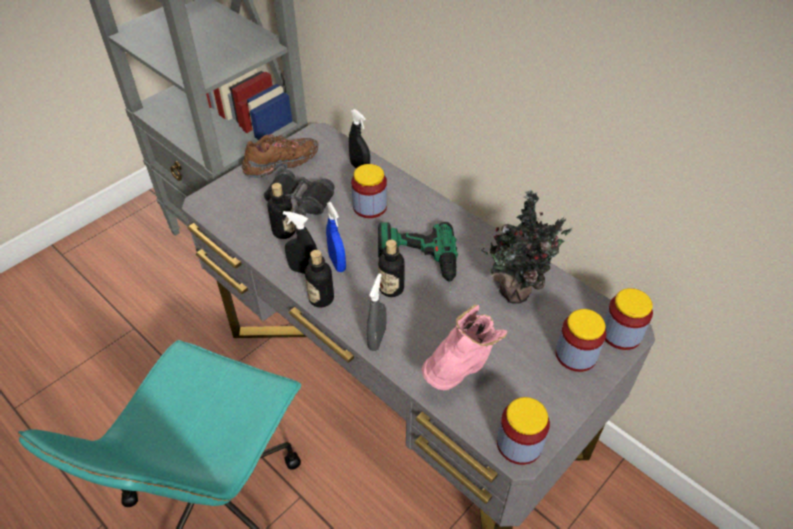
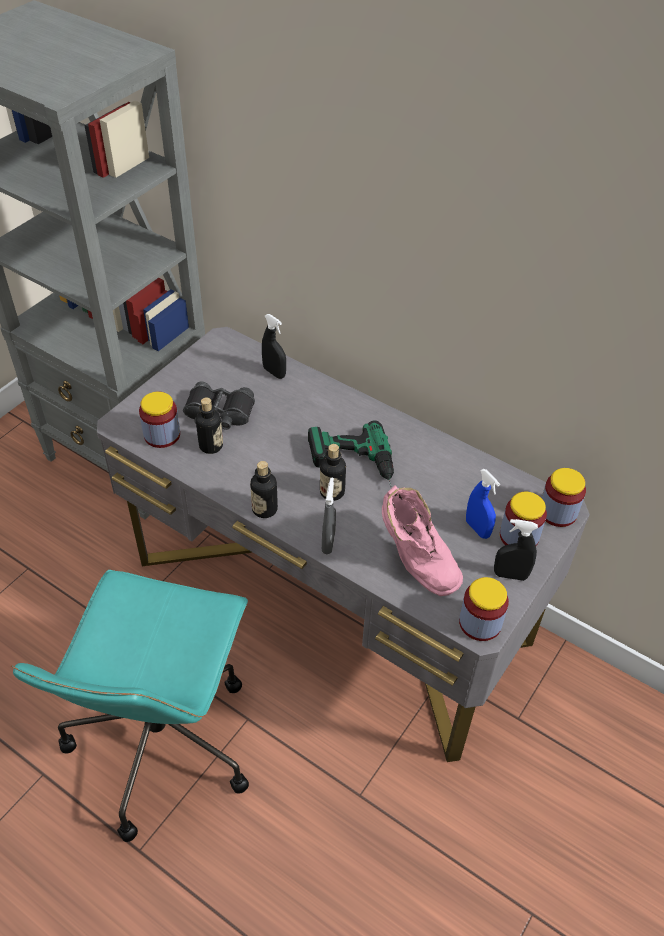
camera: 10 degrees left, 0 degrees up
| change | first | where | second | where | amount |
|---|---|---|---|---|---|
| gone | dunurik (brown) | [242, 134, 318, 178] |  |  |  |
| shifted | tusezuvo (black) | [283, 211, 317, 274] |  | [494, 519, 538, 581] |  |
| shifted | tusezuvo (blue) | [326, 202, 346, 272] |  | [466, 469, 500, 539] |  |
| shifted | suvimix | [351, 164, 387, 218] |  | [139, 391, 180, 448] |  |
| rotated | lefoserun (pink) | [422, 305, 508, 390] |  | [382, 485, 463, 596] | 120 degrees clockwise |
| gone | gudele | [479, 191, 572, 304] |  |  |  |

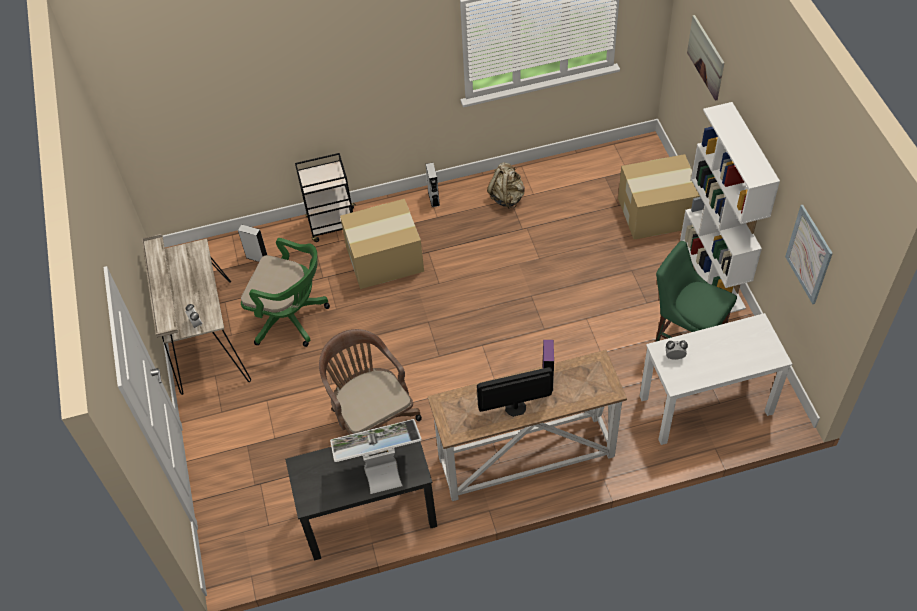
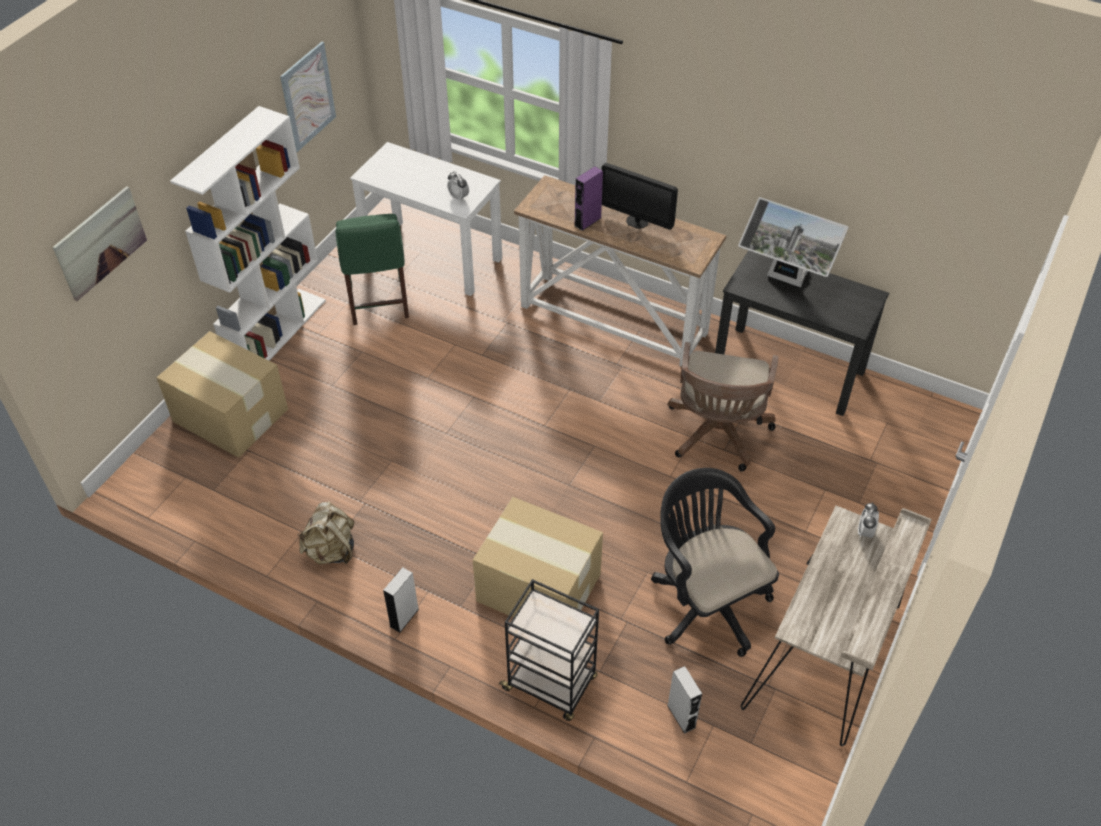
camera: 140 degrees left, 5 degrees down
| change | first | where | second | where | amount |
|---|---|---|---|---|---|
| repainted | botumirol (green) | [241, 238, 330, 347] | botumirol (black) | [651, 468, 779, 657] |  |

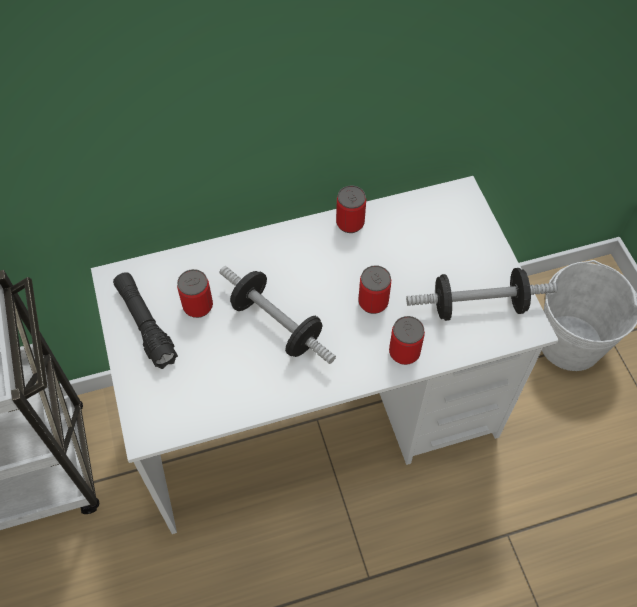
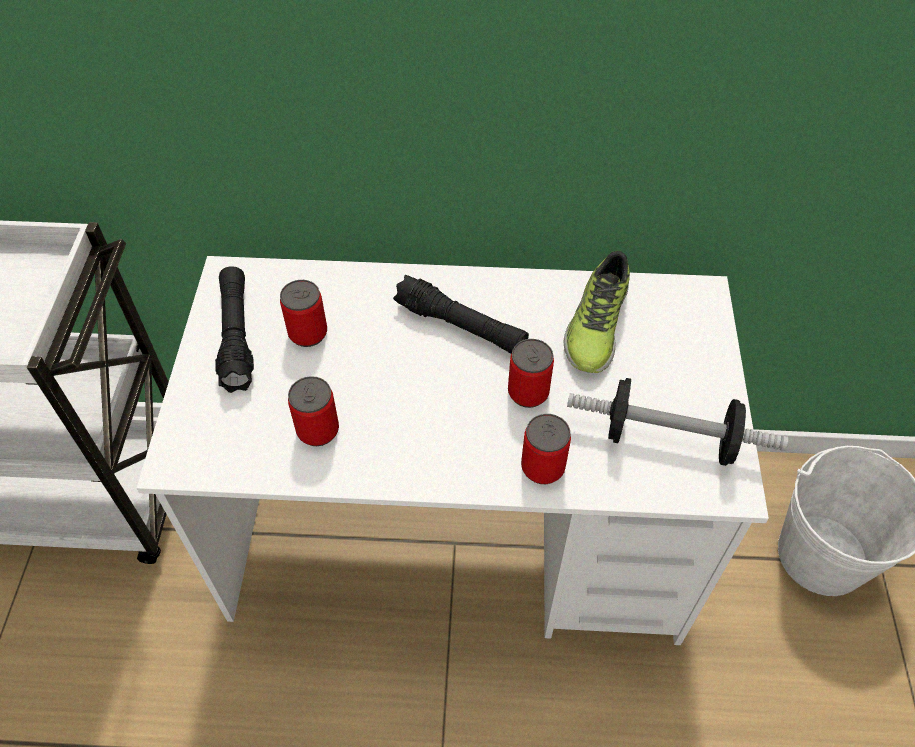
camera: 20 degrees right, 5 degrees down
| change | first | where | second | where | amount |
|---|---|---|---|---|---|
| gone | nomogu | [219, 266, 336, 364] |  |  |  |
| shifted | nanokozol | [336, 186, 366, 233] |  | [288, 376, 339, 446] |  |
| new |  |  | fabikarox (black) | [393, 275, 529, 353] |  |
| new |  |  | dunurik | [563, 251, 630, 373] |  |

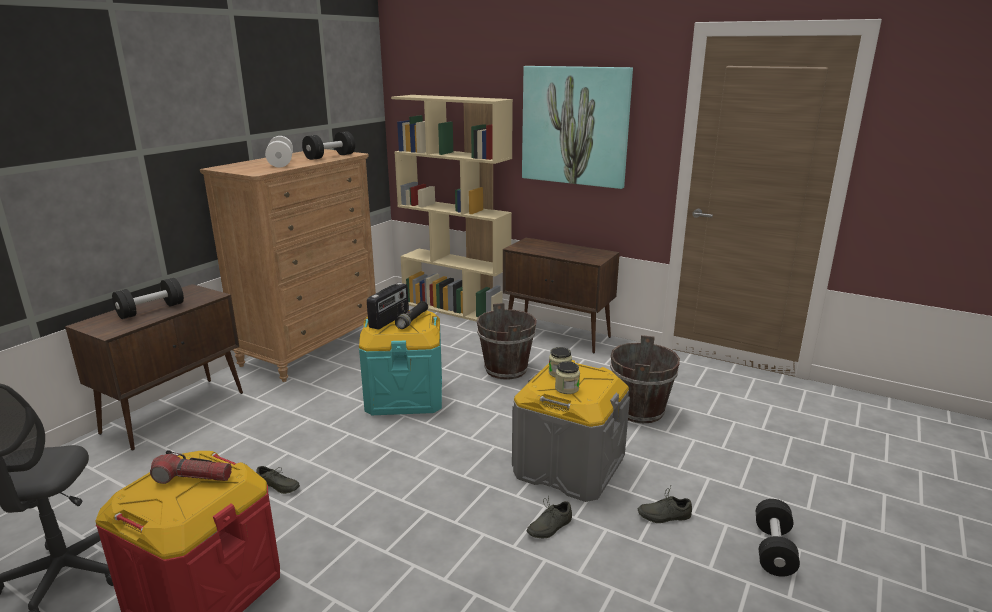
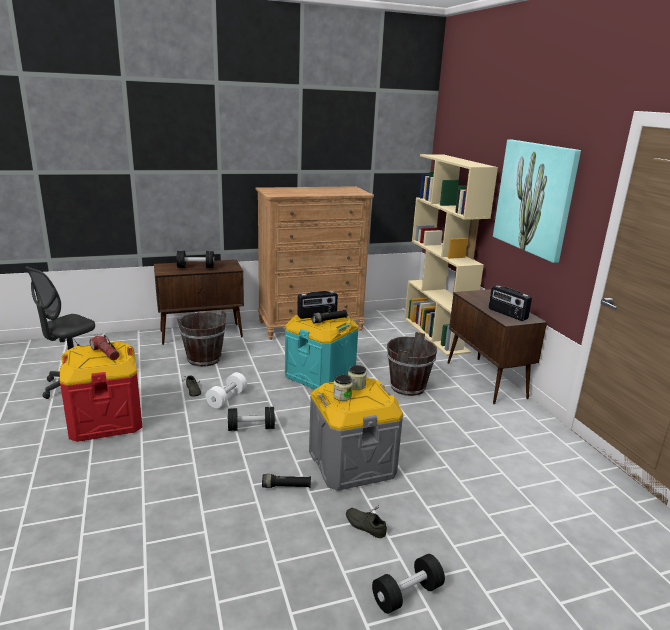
camera: 40 degrees right, 0 degrees up
| change | first | where | second | where | amount |
|---|---|---|---|---|---|
| shifted | nomogu (white) | [265, 136, 293, 167] |  | [206, 372, 247, 408] |  |
| shifted | nomogu (black) | [302, 131, 355, 160] |  | [227, 407, 275, 431] |  |
| swapped | dunurik (grey) | [527, 496, 572, 538] | fabikarox (black) | [262, 474, 311, 488] |  |
| shifted | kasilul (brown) | [610, 335, 680, 423] |  | [177, 310, 226, 367] |  |
| new |  |  | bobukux | [489, 285, 532, 321] |  |

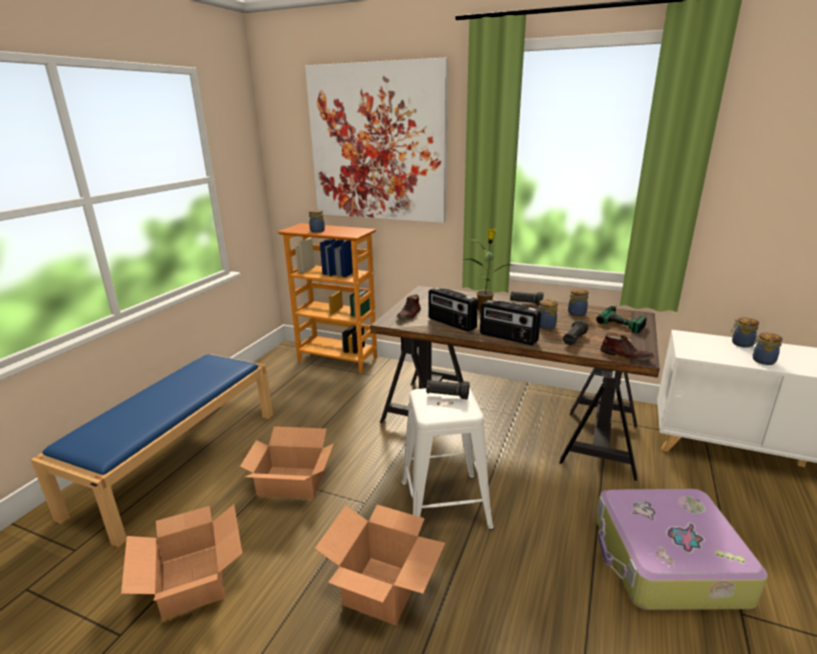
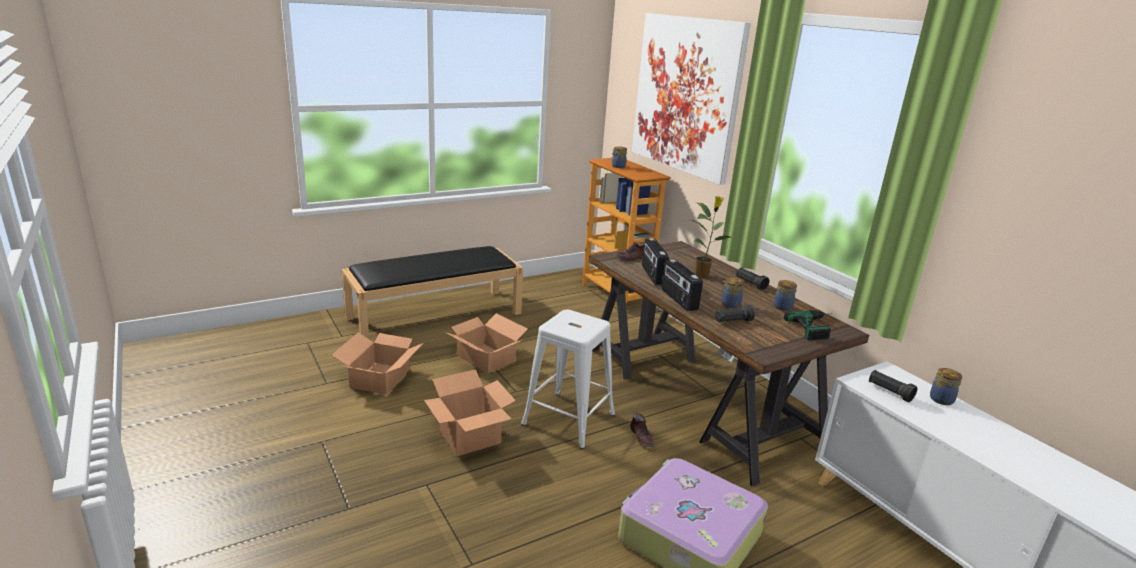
camera: 35 degrees right, 0 degrees up
| change | first | where | second | where | amount |
|---|---|---|---|---|---|
| repainted | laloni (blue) | [31, 354, 273, 547] | laloni (black) | [342, 246, 523, 339] |  |
| shifted | fabikarox (black) | [426, 380, 469, 399] |  | [869, 370, 917, 402] |  |
| shifted | dunurik (brown) | [600, 333, 654, 361] |  | [630, 413, 655, 447] |  |
| gone | suvimix | [751, 333, 783, 365] |  |  |  |

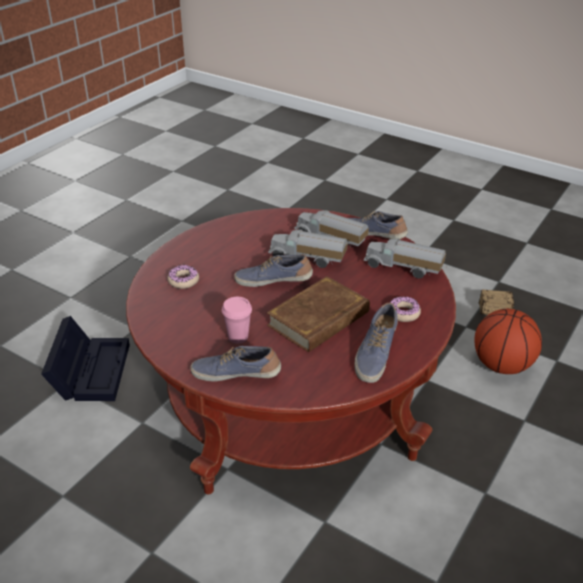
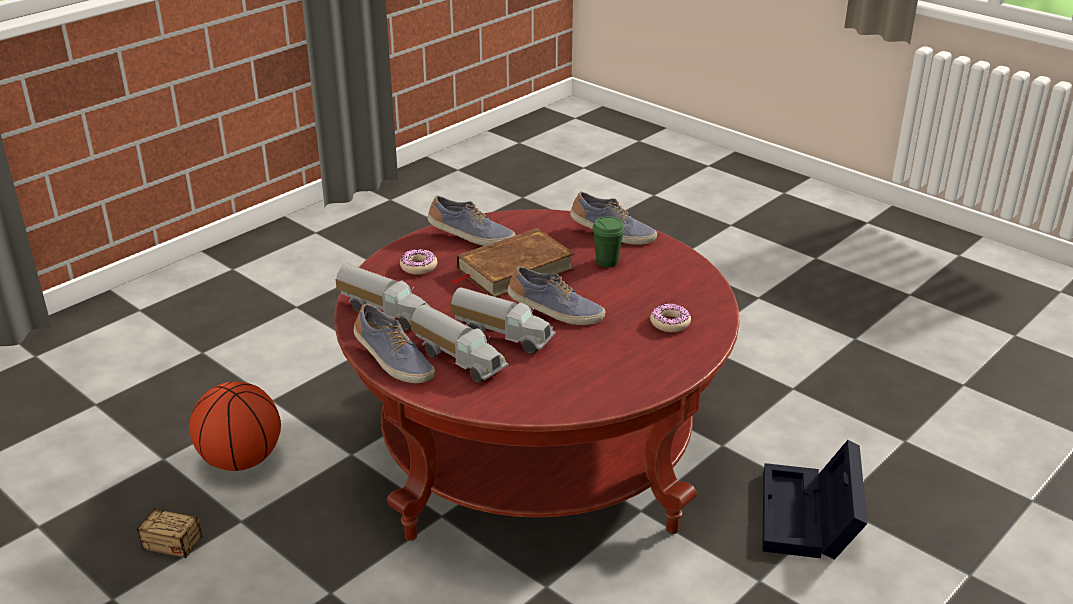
camera: 170 degrees left, 5 degrees down
| change | first | where | second | where | amount |
|---|---|---|---|---|---|
| repainted | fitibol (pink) | [222, 297, 252, 343] | fitibol (green) | [592, 216, 625, 267] |  |
| rotated | dunurik | [354, 303, 398, 383] |  | [428, 196, 515, 246] | 75 degrees clockwise |

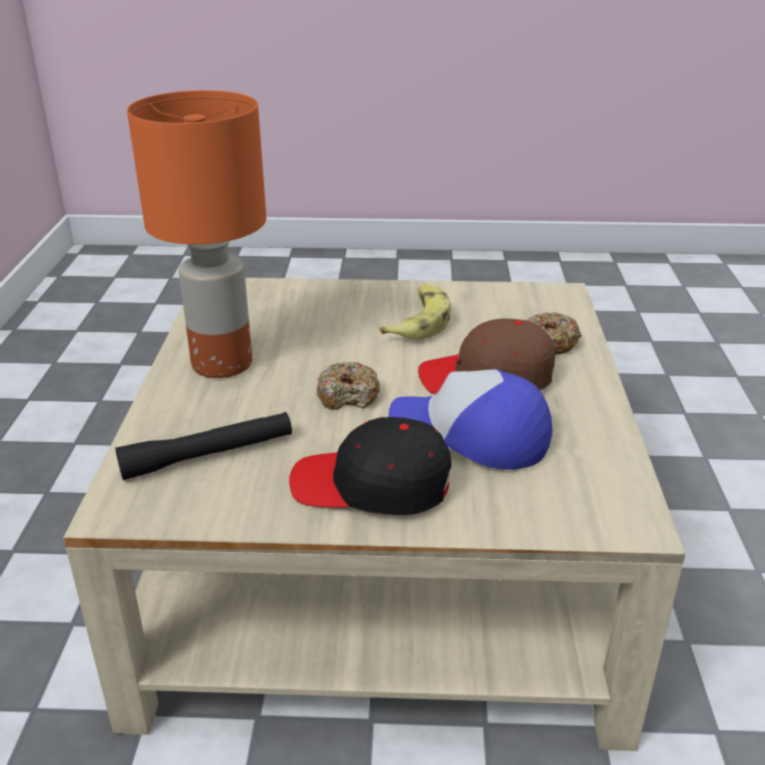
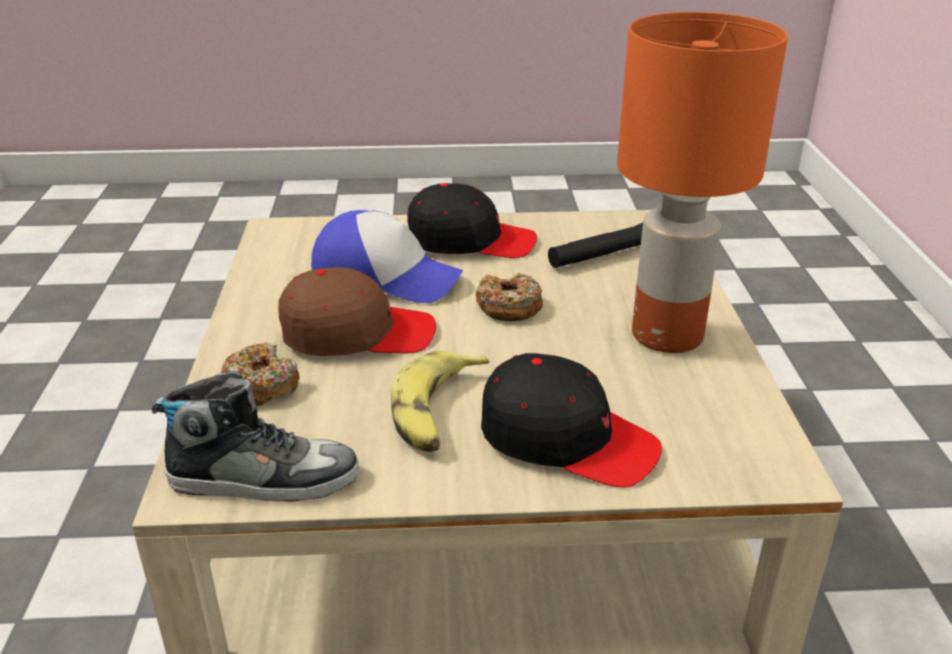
camera: 175 degrees right, 0 degrees up
| change | first | where | second | where | amount |
|---|---|---|---|---|---|
| new |  |  | dunurik | [152, 371, 359, 502] |  |
| new |  |  | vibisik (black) | [481, 353, 662, 487] |  |

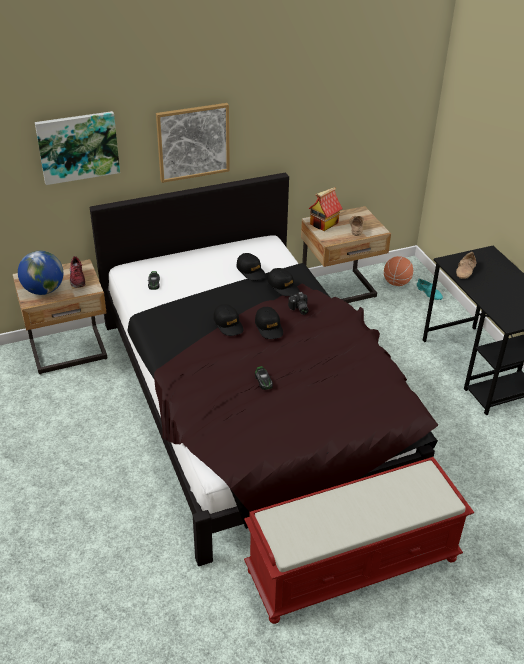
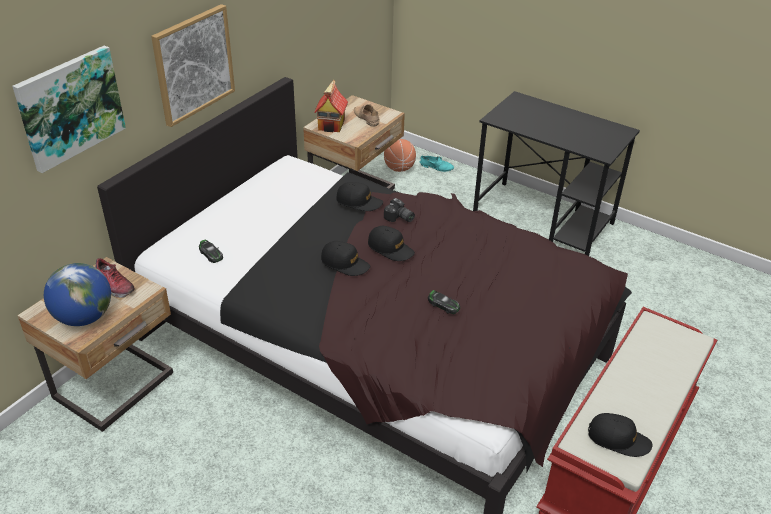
camera: 35 degrees left, 0 degrees up
| change | first | where | second | where | amount |
|---|---|---|---|---|---|
| shifted | vibisik (black) | [236, 253, 266, 280] |  | [588, 413, 652, 457] |  |
| gone | dunurik (beige) | [456, 252, 477, 279] |  |  |  |

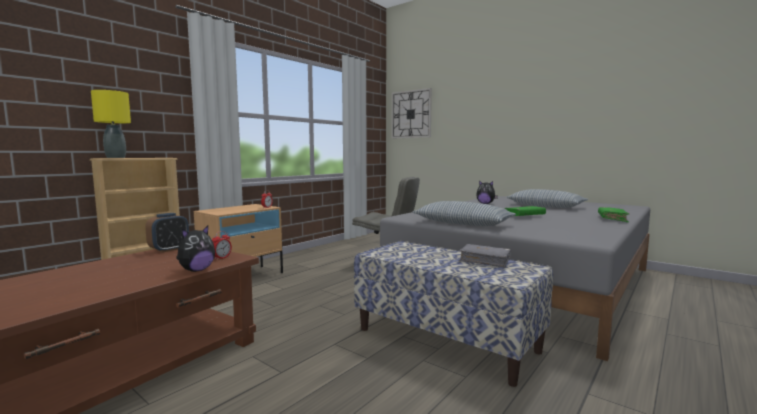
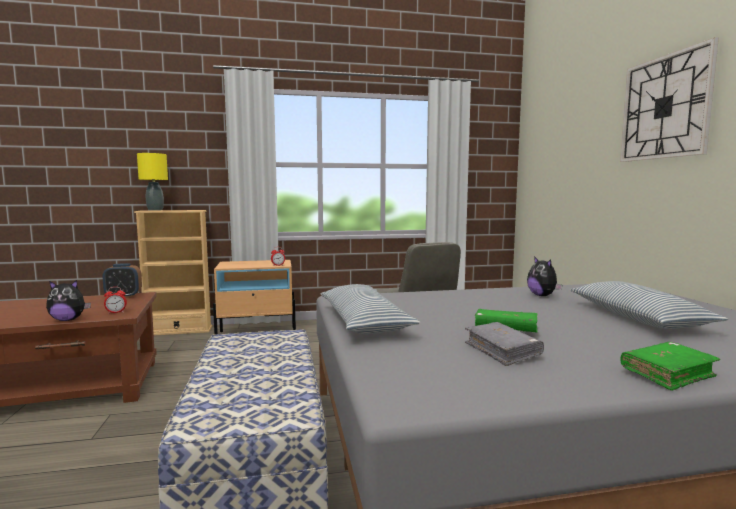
camera: 40 degrees right, 0 degrees up
| change | first | where | second | where | amount |
|---|---|---|---|---|---|
| shifted | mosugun | [392, 88, 432, 138] |  | [620, 37, 719, 162] |  |
| shifted | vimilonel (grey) | [459, 244, 511, 268] |  | [465, 322, 544, 366] |  |

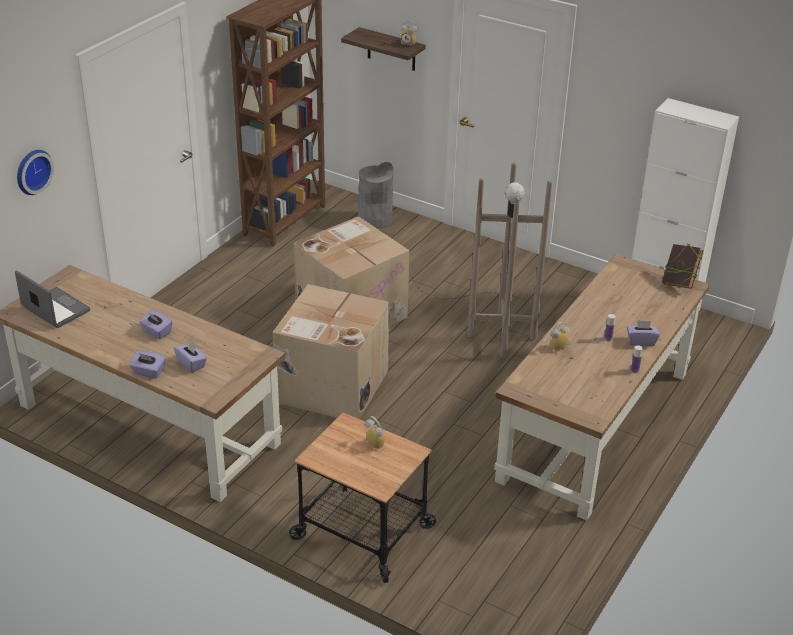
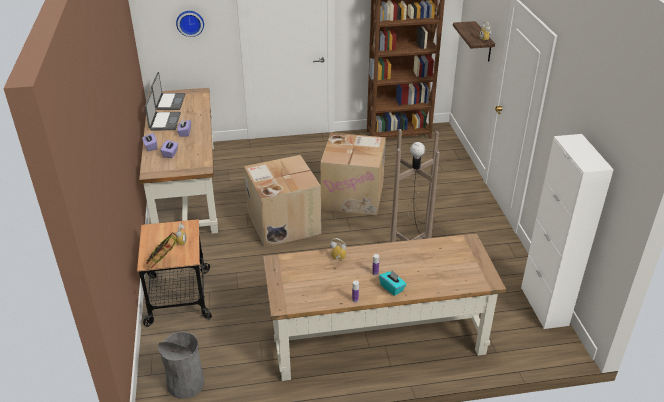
camera: 50 degrees right, 0 degrees up
| change | first | where | second | where | amount |
|---|---|---|---|---|---|
| shifted | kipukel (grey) | [358, 162, 394, 229] |  | [158, 332, 205, 399] |  |
| repainted | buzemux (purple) | [627, 320, 660, 346] | buzemux (turquoise) | [379, 271, 407, 296] |  |
| shifted | vimilonel | [662, 244, 703, 289] |  | [146, 232, 177, 268] |  |
| new |  |  | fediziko | [145, 90, 181, 131] |  |

